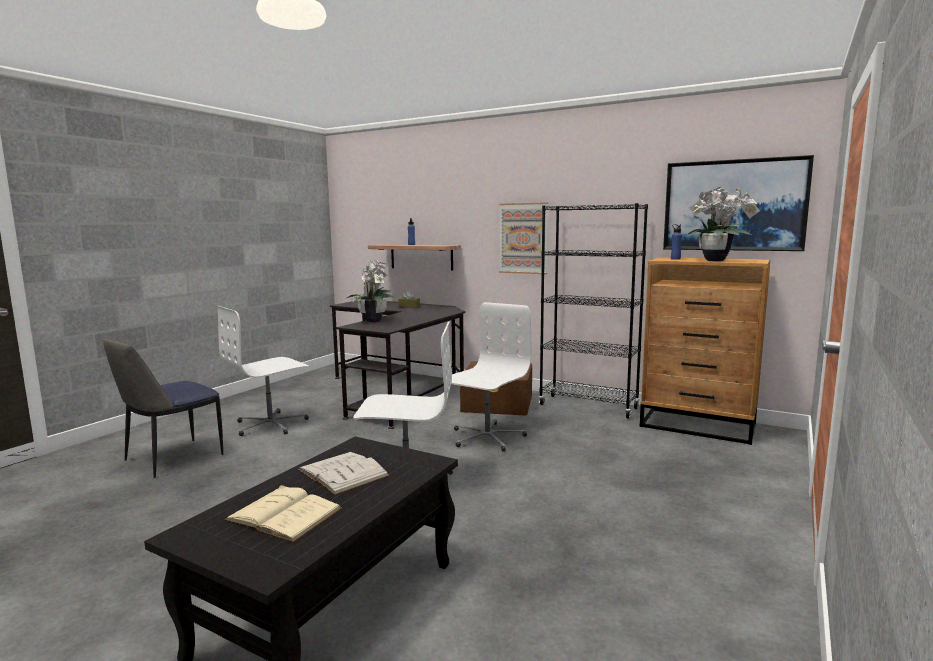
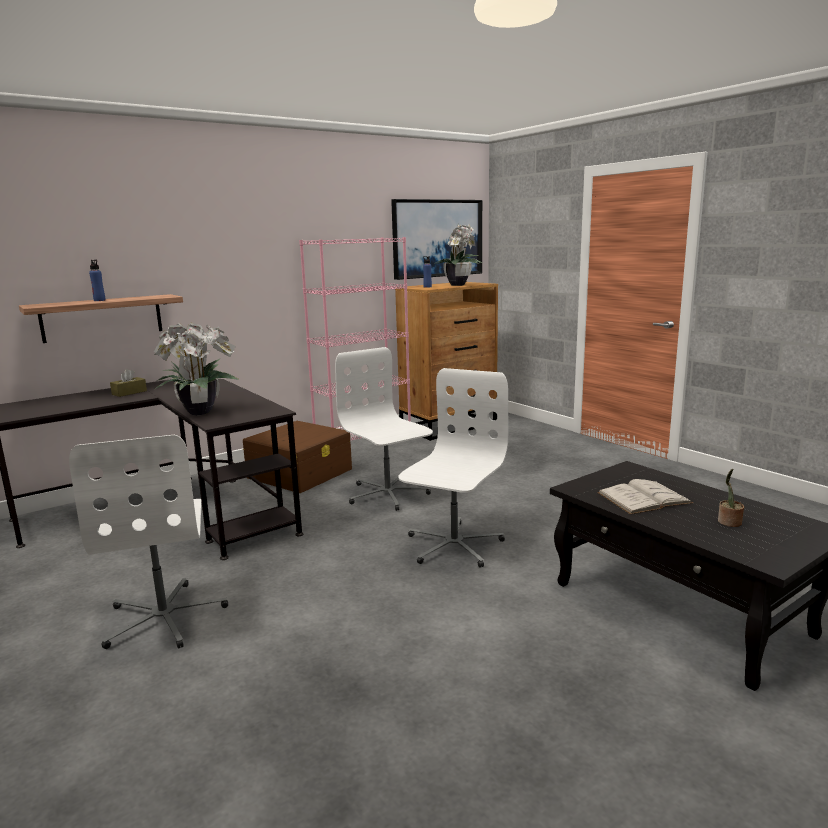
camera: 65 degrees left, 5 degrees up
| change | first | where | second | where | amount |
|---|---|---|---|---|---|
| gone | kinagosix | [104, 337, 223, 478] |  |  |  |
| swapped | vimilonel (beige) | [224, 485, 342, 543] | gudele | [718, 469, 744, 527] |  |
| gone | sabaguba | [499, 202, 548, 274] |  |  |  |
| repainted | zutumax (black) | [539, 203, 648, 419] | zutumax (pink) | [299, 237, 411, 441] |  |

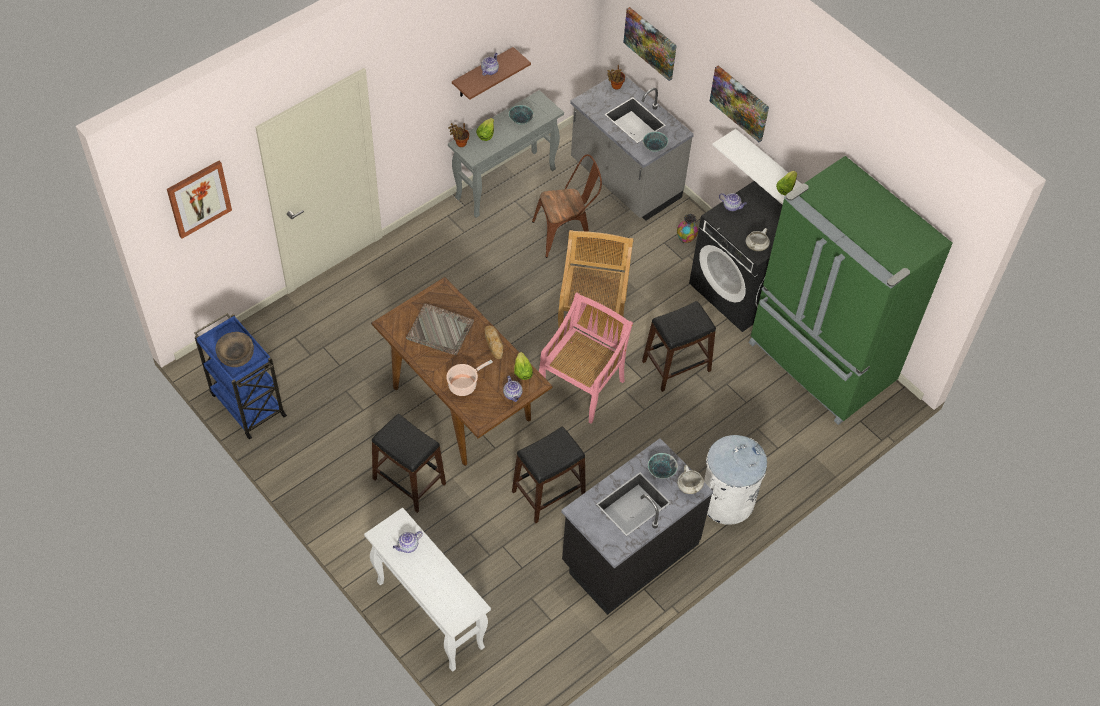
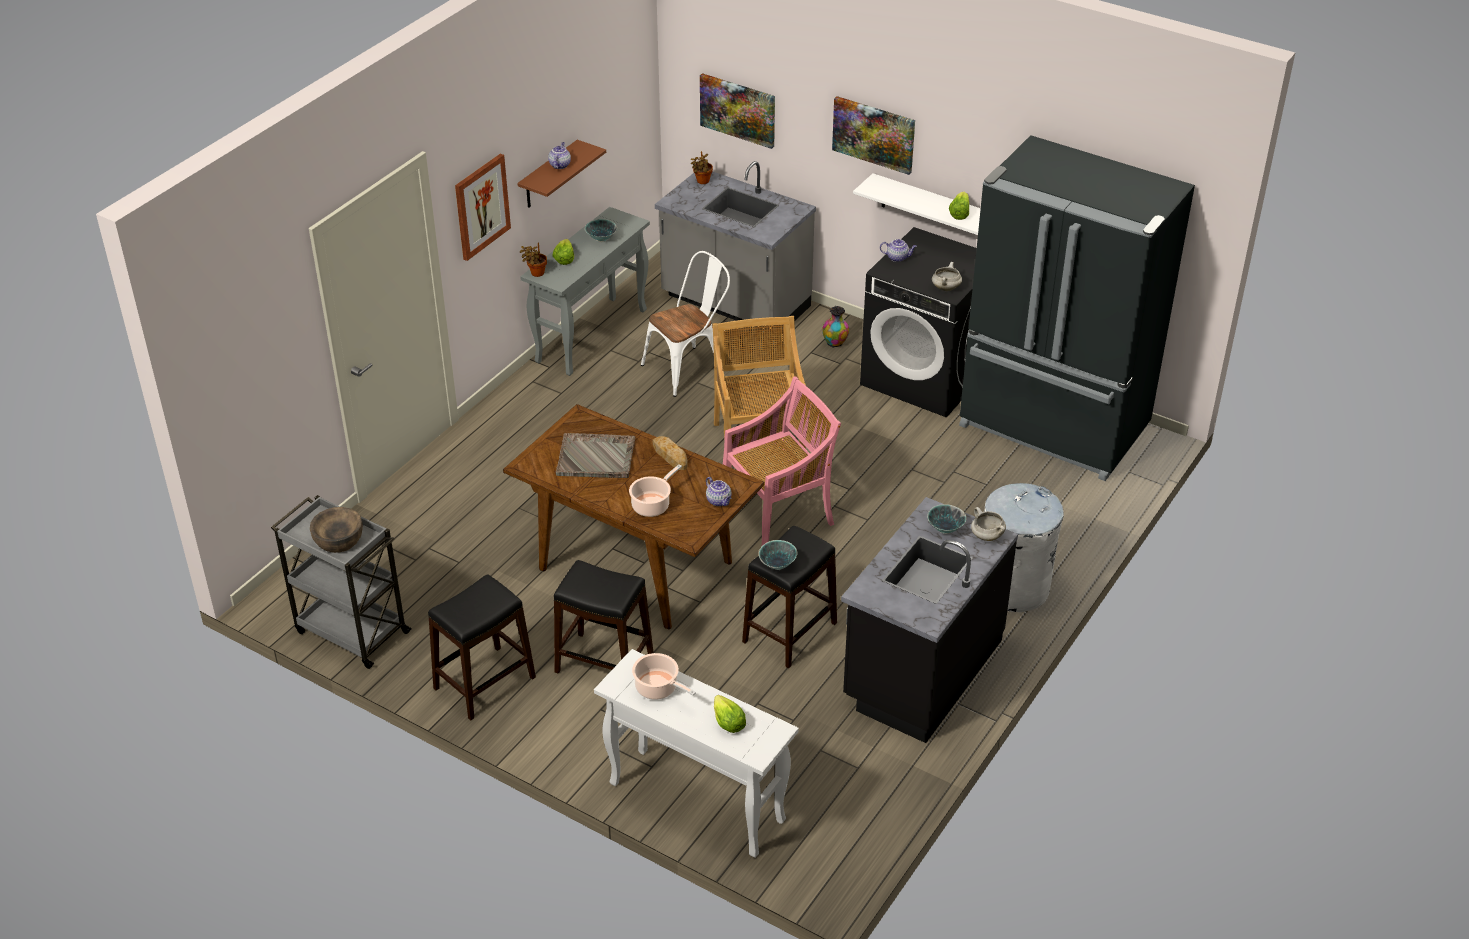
camera: 15 degrees left, 15 degrees down
| change | first | where | second | where | amount |
|---|---|---|---|---|---|
| shifted | sabaguba | [167, 161, 232, 239] |  | [455, 154, 511, 261] |  |
| repainted | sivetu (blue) | [194, 313, 287, 439] | sivetu (grey) | [271, 495, 412, 669] |  |
| swapped | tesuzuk | [393, 531, 423, 553] | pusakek | [632, 653, 696, 700] |  |
| shifted | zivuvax | [514, 352, 533, 380] |  | [714, 695, 746, 733] |  |
| repainted | kinagosix (brown) | [532, 154, 602, 258] | kinagosix (white) | [641, 251, 730, 397] |  |
| rotated | kinagosix (pink) | [539, 292, 633, 424] |  | [723, 376, 841, 547] | 45 degrees clockwise |
| shifted | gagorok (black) | [642, 301, 716, 392] |  | [428, 574, 536, 721] |  |
| shifted | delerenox | [643, 132, 668, 152] |  | [759, 540, 797, 570] |  |
| repainted | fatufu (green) | [749, 156, 952, 425] | fatufu (black) | [959, 135, 1195, 481] |  |

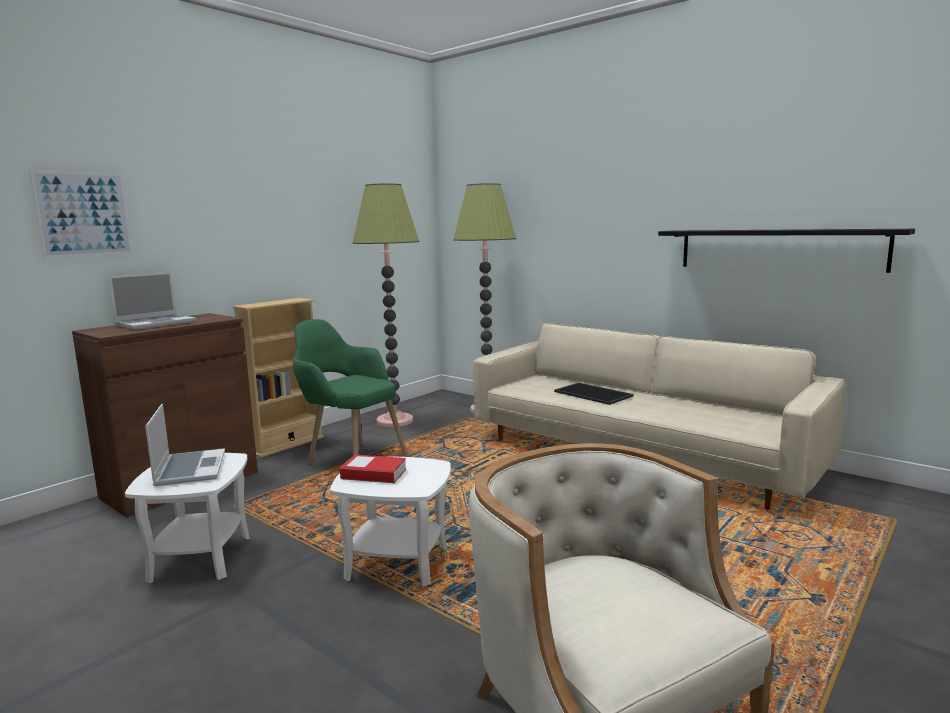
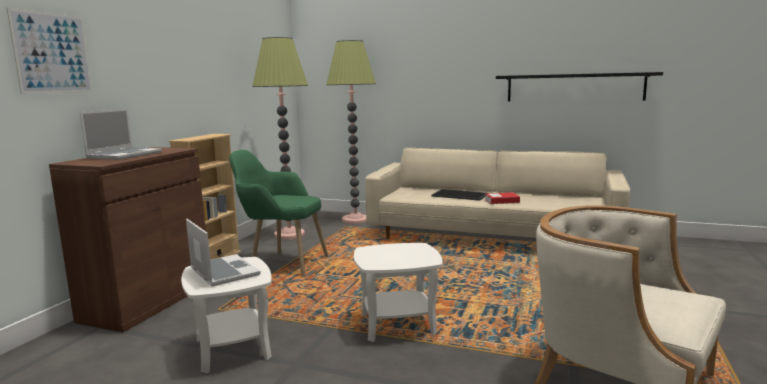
camera: 20 degrees left, 0 degrees up
| change | first | where | second | where | amount |
|---|---|---|---|---|---|
| shifted | vimilonel | [340, 455, 406, 483] |  | [485, 192, 520, 204] |  |

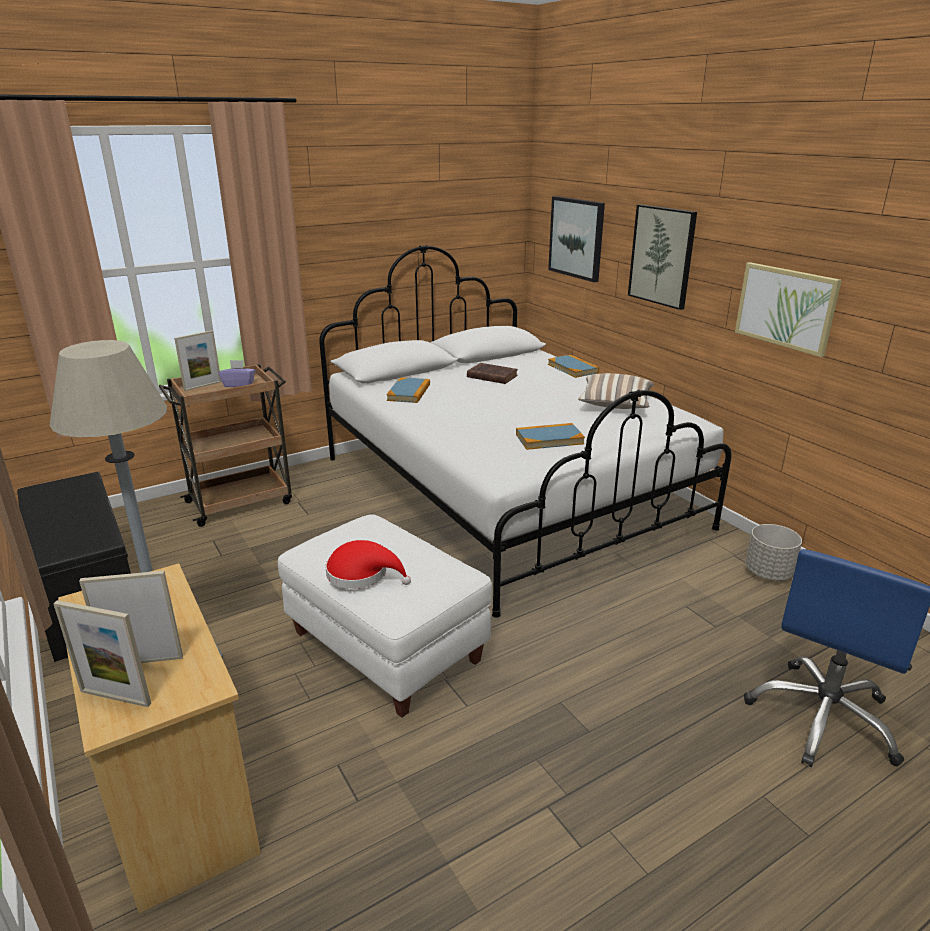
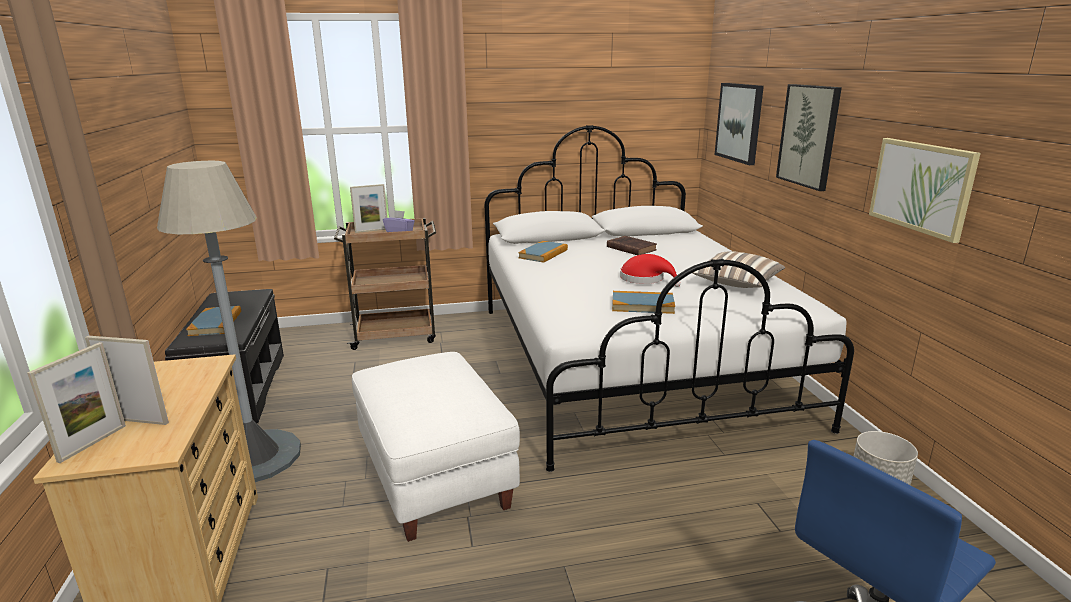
camera: 20 degrees right, 5 degrees down
| change | first | where | second | where | amount |
|---|---|---|---|---|---|
| rotated | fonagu | [53, 600, 151, 707] |  | [27, 342, 126, 463] | 105 degrees counterclockwise |
| shifted | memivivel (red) | [326, 540, 411, 589] |  | [620, 254, 680, 287] |  |
| shifted | vimilonel | [548, 355, 599, 378] |  | [186, 306, 241, 336] |  |

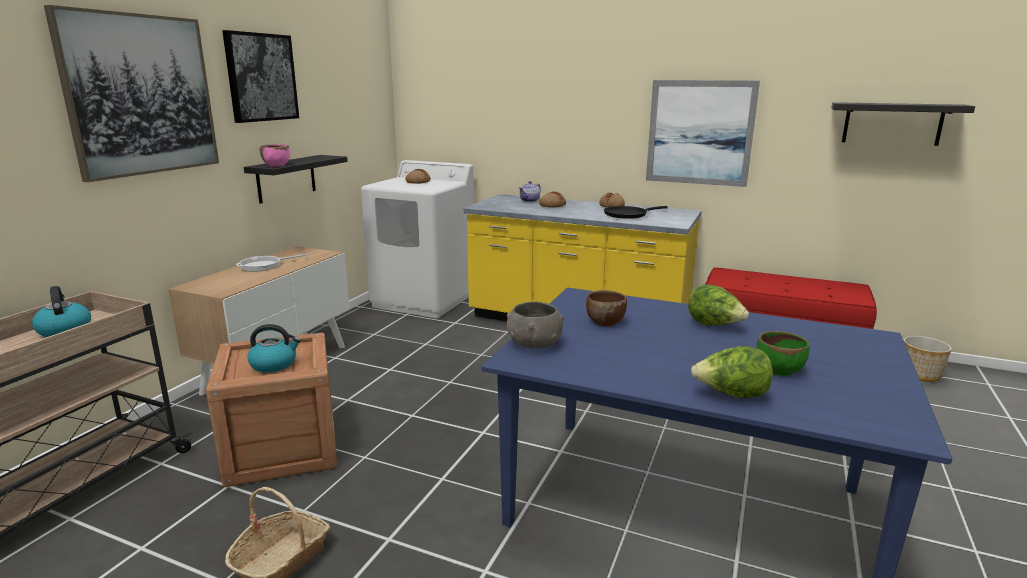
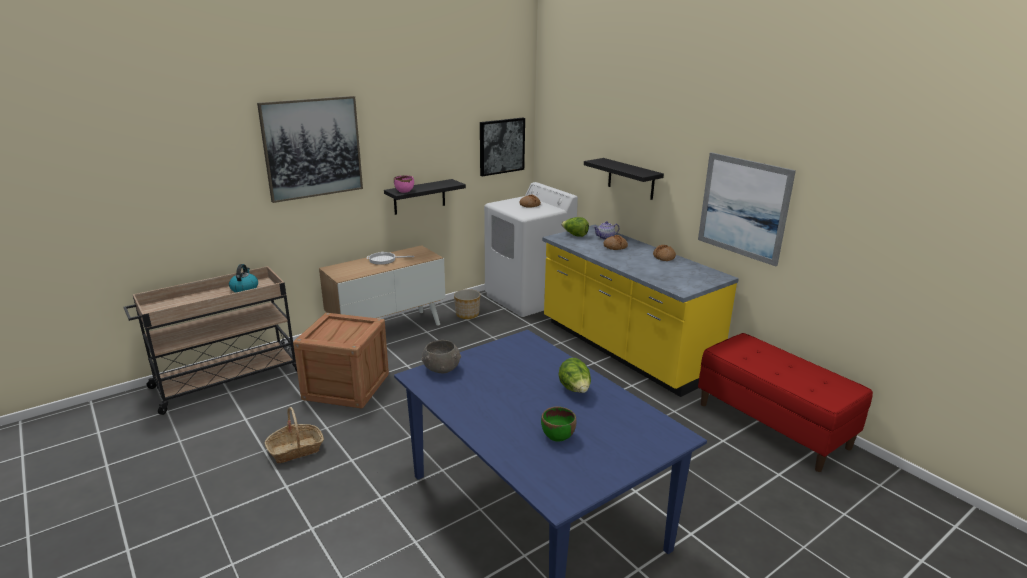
camera: 30 degrees right, 5 degrees up
| change | first | where | second | where | amount |
|---|---|---|---|---|---|
| shifted | sabaguba | [222, 30, 299, 123] |  | [480, 118, 525, 177] |  |
| gone | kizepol | [247, 324, 301, 373] |  |  |  |
| gone | delerenox (brown) | [586, 290, 627, 326] |  |  |  |
| gone | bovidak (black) | [604, 206, 668, 219] |  |  |  |
| shifted | zivuvax | [691, 346, 773, 398] |  | [561, 217, 589, 237] |  |
| shifted | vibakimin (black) | [831, 102, 975, 146] |  | [584, 158, 664, 200] |  |
| shifted | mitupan | [904, 336, 952, 382] |  | [454, 289, 480, 319] |  |

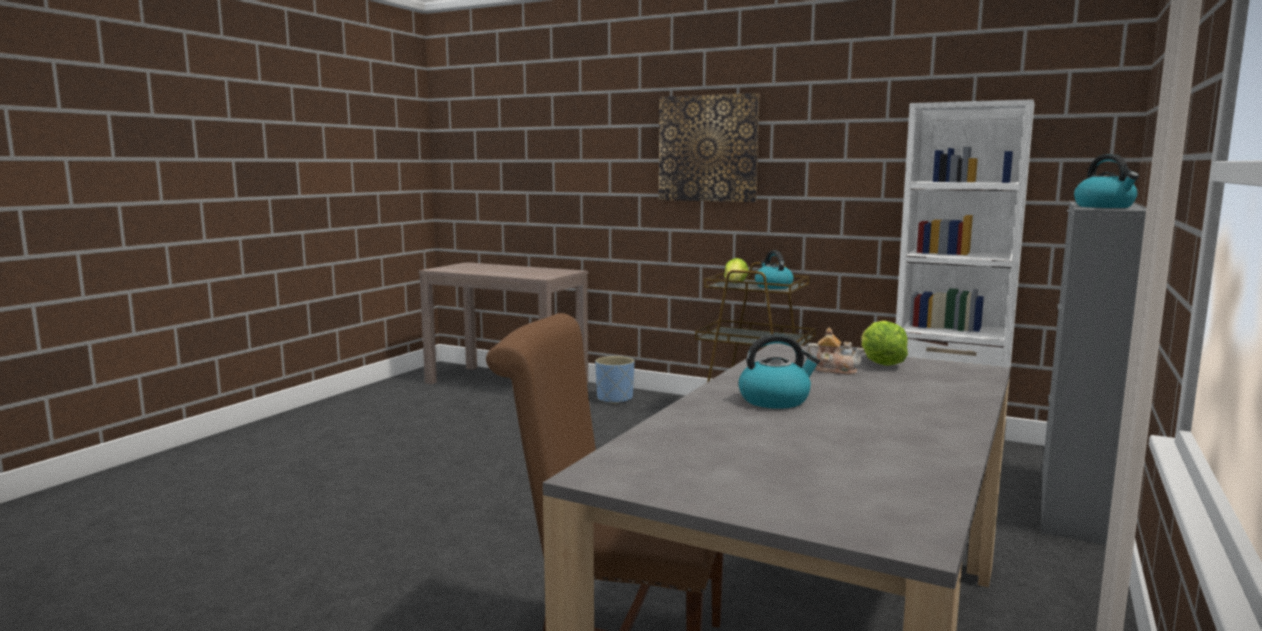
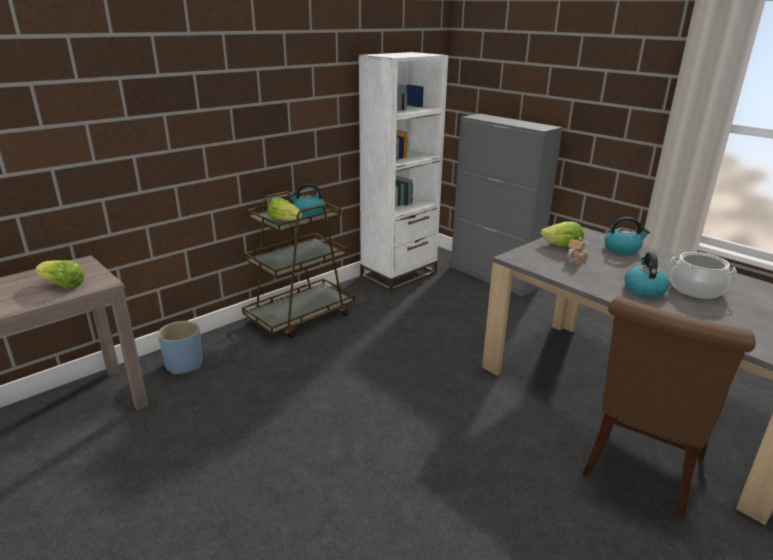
camera: 70 degrees left, 15 degrees up
| change | first | where | second | where | amount |
|---|---|---|---|---|---|
| gone | sabaguba | [659, 93, 759, 202] |  |  |  |
| shifted | kizepol | [1074, 154, 1139, 208] |  | [605, 217, 650, 255] |  |
| new |  |  | zivuvax | [35, 260, 85, 289] |  |
| new |  |  | pusakek | [671, 252, 737, 299] |  |

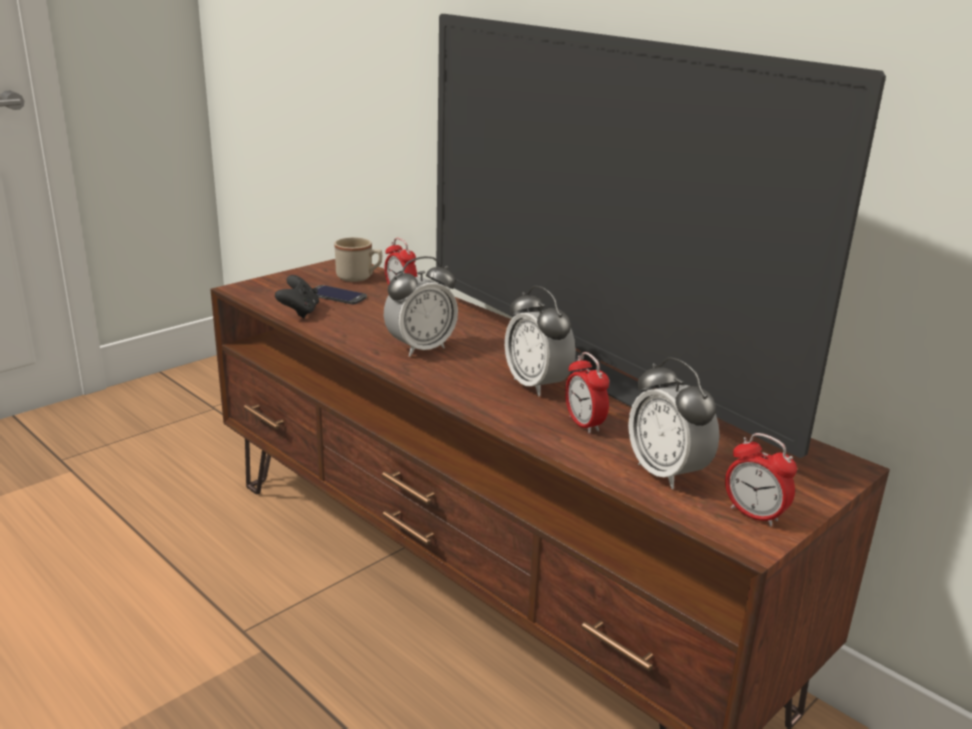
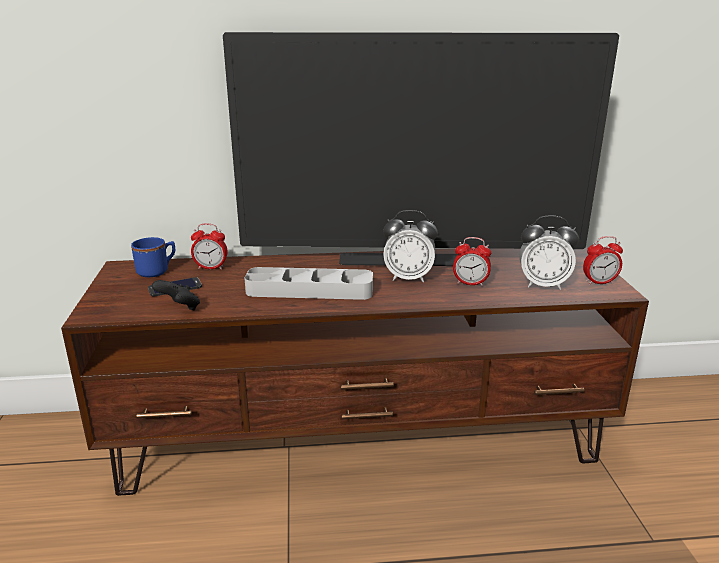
camera: 50 degrees left, 0 degrees up
| change | first | where | second | where | amount |
|---|---|---|---|---|---|
| repainted | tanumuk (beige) | [334, 237, 382, 282] | tanumuk (blue) | [131, 237, 175, 277] |  |
| swapped | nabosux | [384, 256, 458, 357] | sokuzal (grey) | [244, 267, 373, 300] |  |

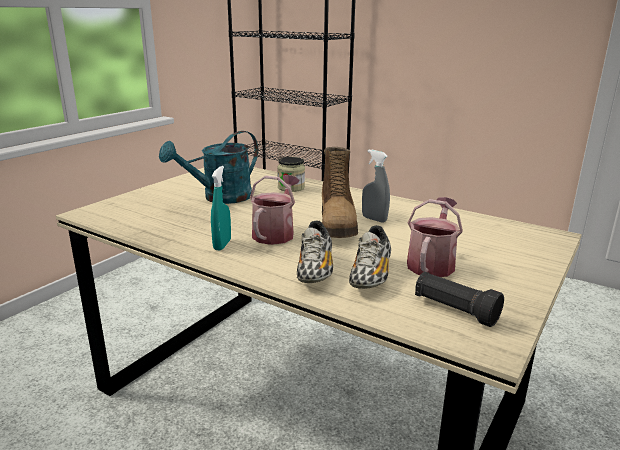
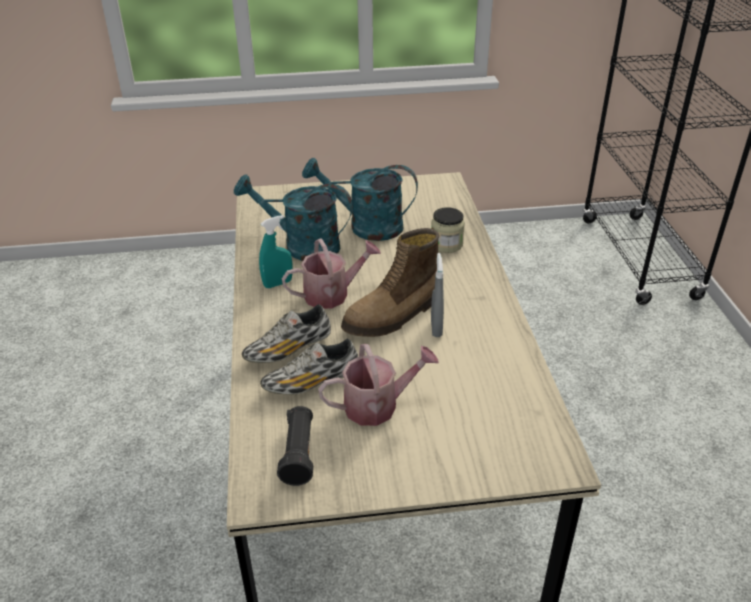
camera: 50 degrees right, 15 degrees up
| change | first | where | second | where | amount |
|---|---|---|---|---|---|
| new |  |  | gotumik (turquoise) | [234, 175, 353, 261] |  |

